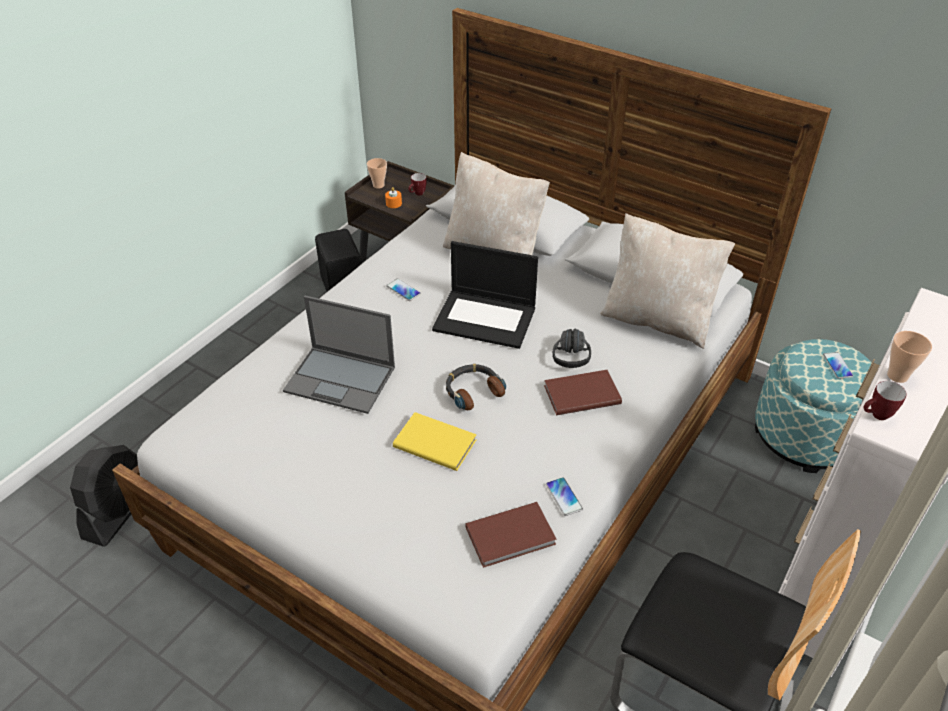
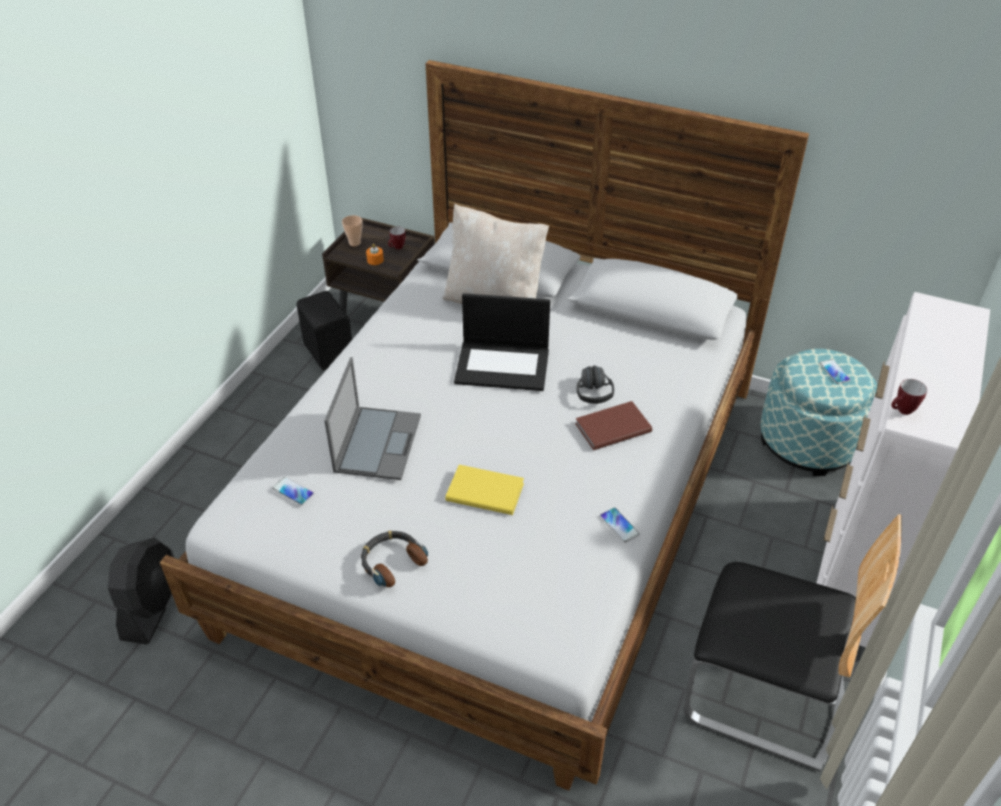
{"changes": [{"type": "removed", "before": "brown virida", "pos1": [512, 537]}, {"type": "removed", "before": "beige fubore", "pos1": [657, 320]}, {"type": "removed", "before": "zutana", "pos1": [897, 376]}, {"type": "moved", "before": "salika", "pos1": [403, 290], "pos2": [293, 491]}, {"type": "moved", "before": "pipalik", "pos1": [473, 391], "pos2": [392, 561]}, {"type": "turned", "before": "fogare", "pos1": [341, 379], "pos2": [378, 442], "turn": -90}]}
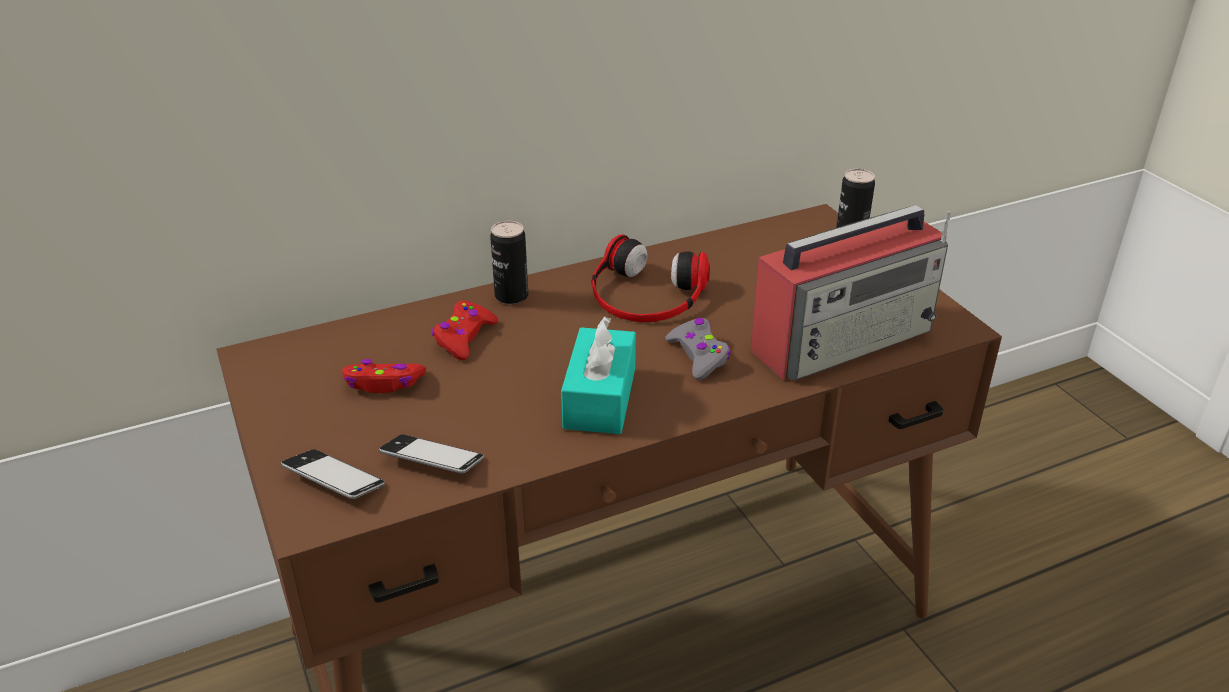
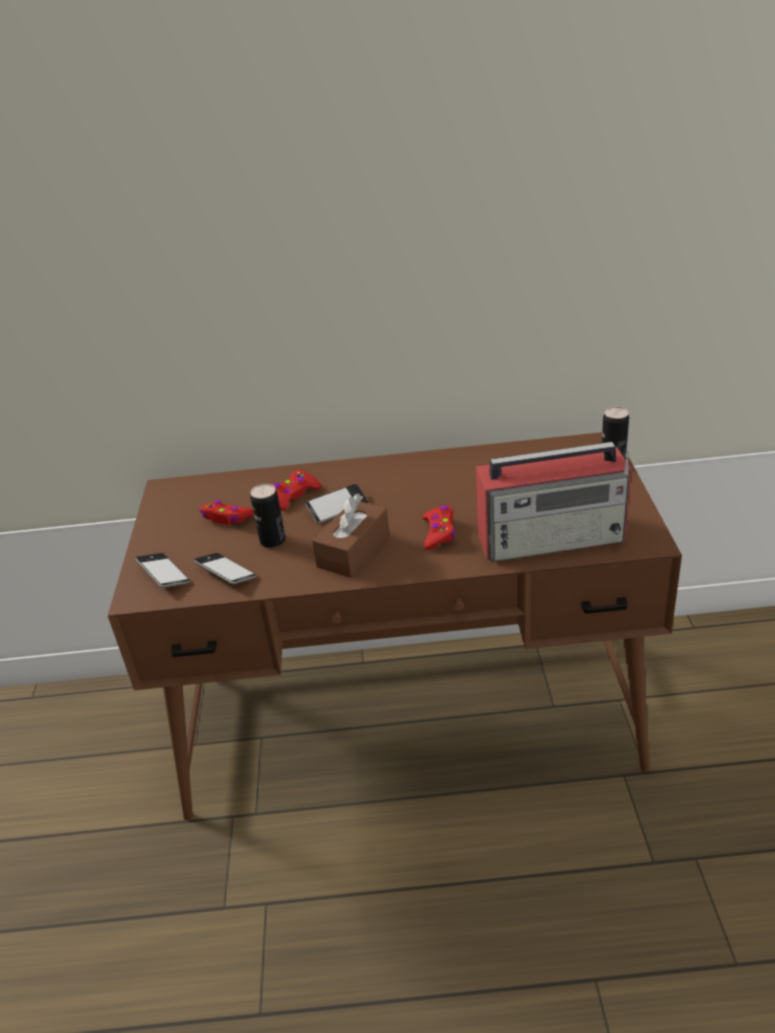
{"changes": [{"type": "removed", "before": "pipalik", "pos1": [646, 294]}, {"type": "added", "after": "salika", "pos2": [337, 508]}, {"type": "moved", "before": "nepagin", "pos1": [511, 296], "pos2": [272, 540]}, {"type": "recoloured", "before": "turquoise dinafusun", "after": "brown dinafusun", "pos1": [600, 398], "pos2": [353, 551]}, {"type": "recoloured", "before": "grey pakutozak", "after": "red pakutozak", "pos1": [698, 356], "pos2": [439, 532]}]}
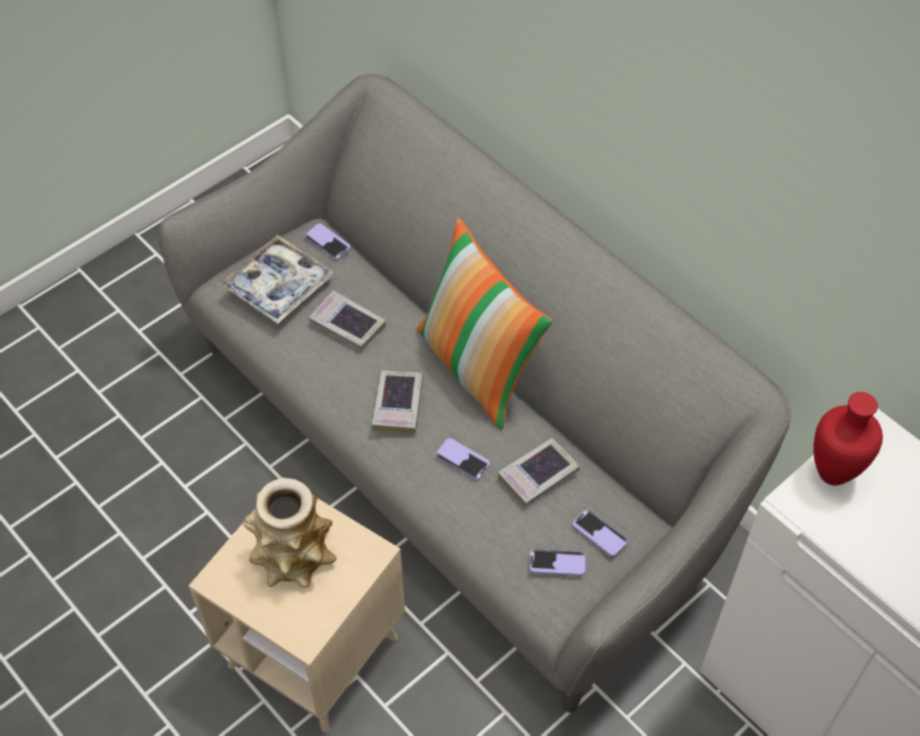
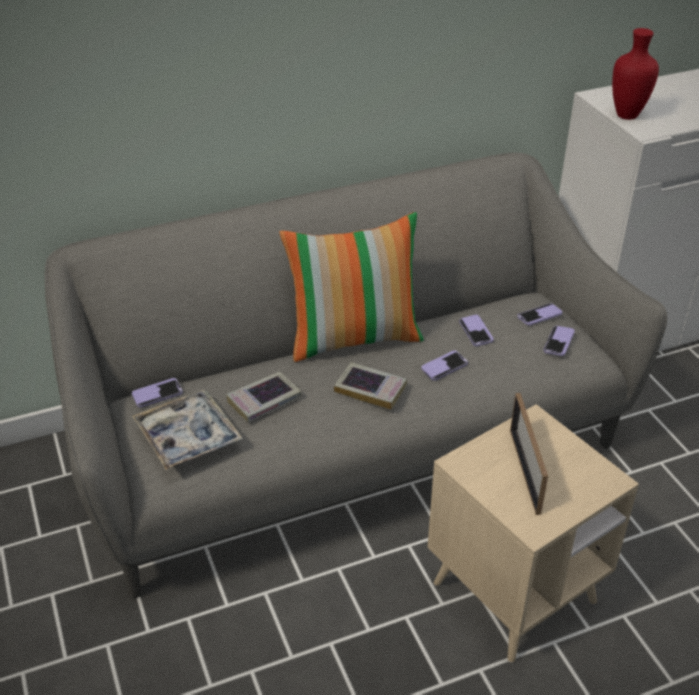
{"changes": [{"type": "replaced", "before": "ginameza", "after": "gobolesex", "pos1": [293, 557], "pos2": [525, 470]}, {"type": "replaced", "before": "virida", "after": "salika", "pos1": [538, 475], "pos2": [476, 331]}]}
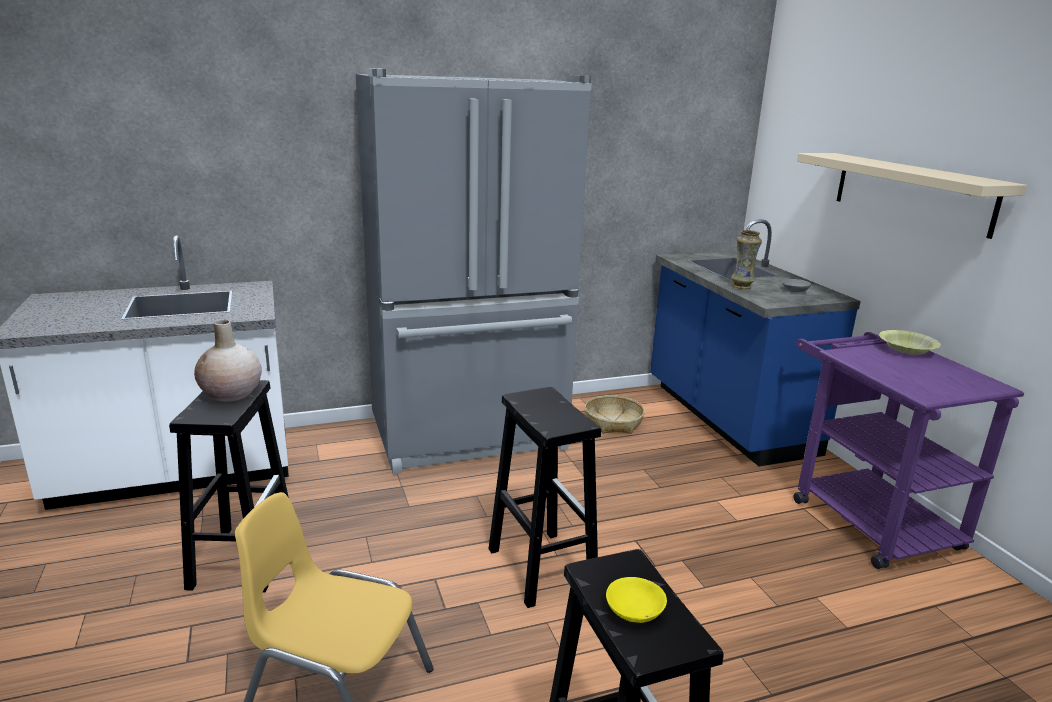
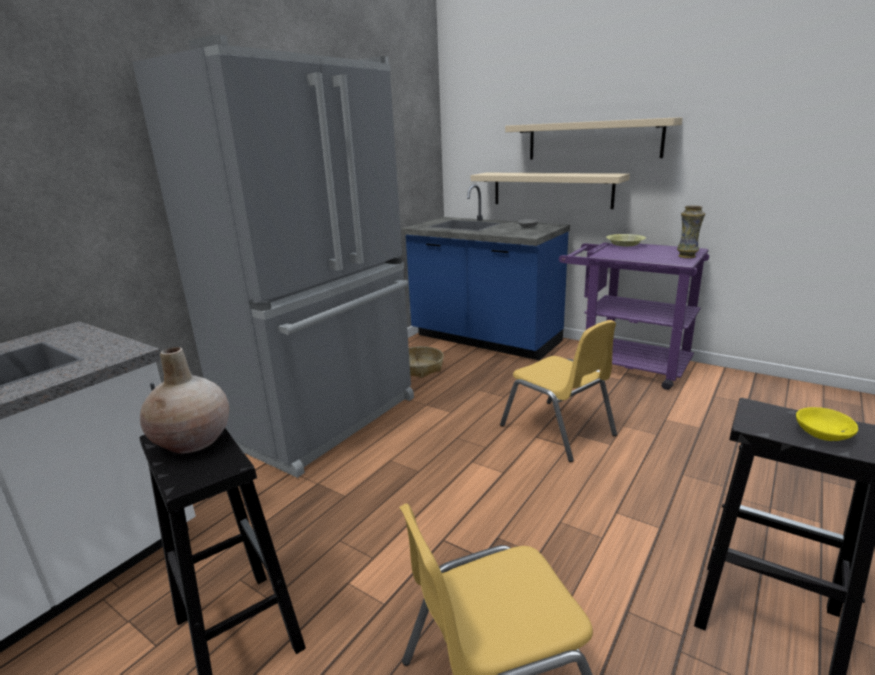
{"changes": [{"type": "removed", "before": "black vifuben", "pos1": [540, 566]}, {"type": "added", "after": "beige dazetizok", "pos2": [551, 189]}, {"type": "added", "after": "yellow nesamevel", "pos2": [558, 430]}, {"type": "moved", "before": "ginameza", "pos1": [742, 286], "pos2": [687, 256]}]}
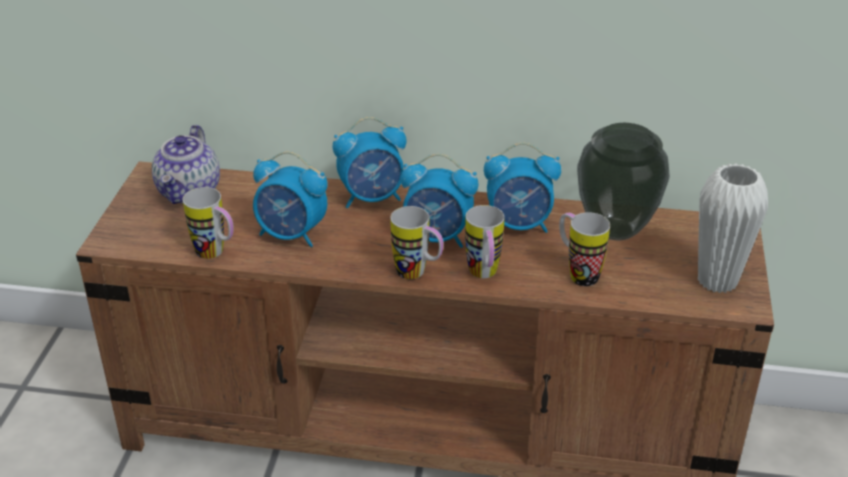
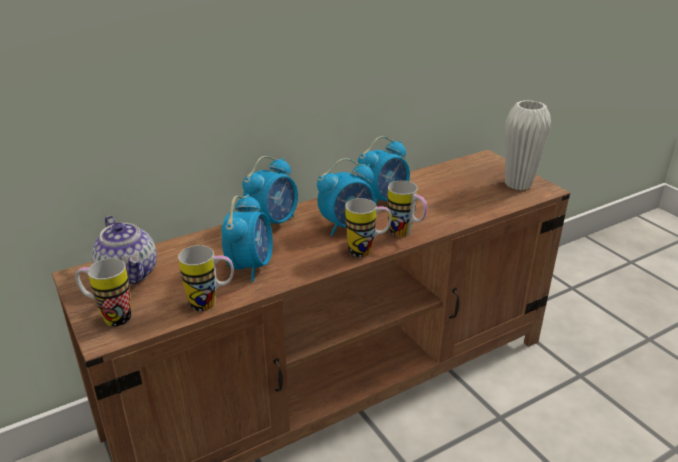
{"changes": [{"type": "removed", "before": "ginameza", "pos1": [614, 229]}, {"type": "moved", "before": "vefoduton", "pos1": [577, 273], "pos2": [109, 317]}, {"type": "turned", "before": "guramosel", "pos1": [292, 235], "pos2": [250, 266], "turn": -60}]}
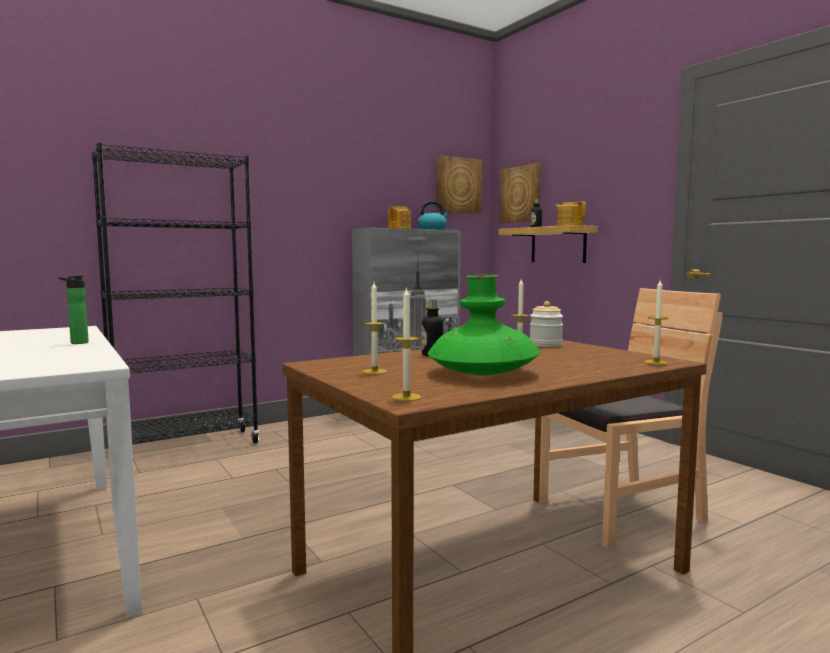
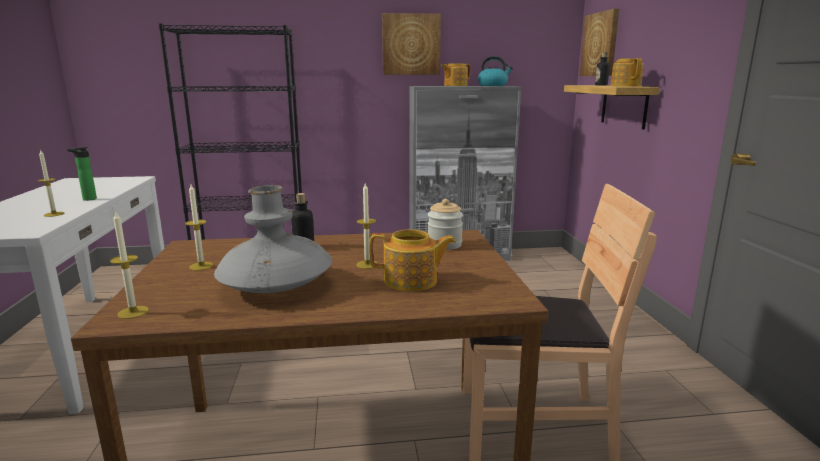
{"changes": [{"type": "added", "after": "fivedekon", "pos2": [412, 281]}, {"type": "moved", "before": "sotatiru", "pos1": [458, 185], "pos2": [411, 44]}, {"type": "moved", "before": "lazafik", "pos1": [656, 362], "pos2": [54, 214]}, {"type": "recoloured", "before": "green ginameza", "after": "grey ginameza", "pos1": [483, 373], "pos2": [276, 285]}]}
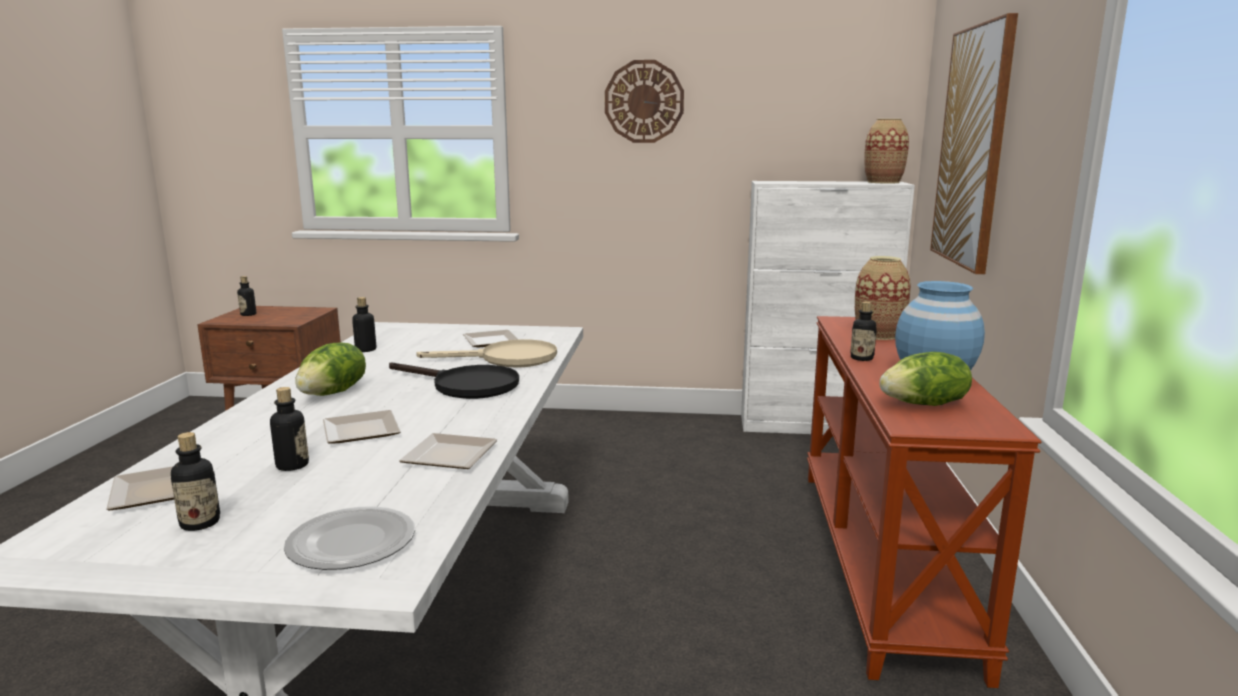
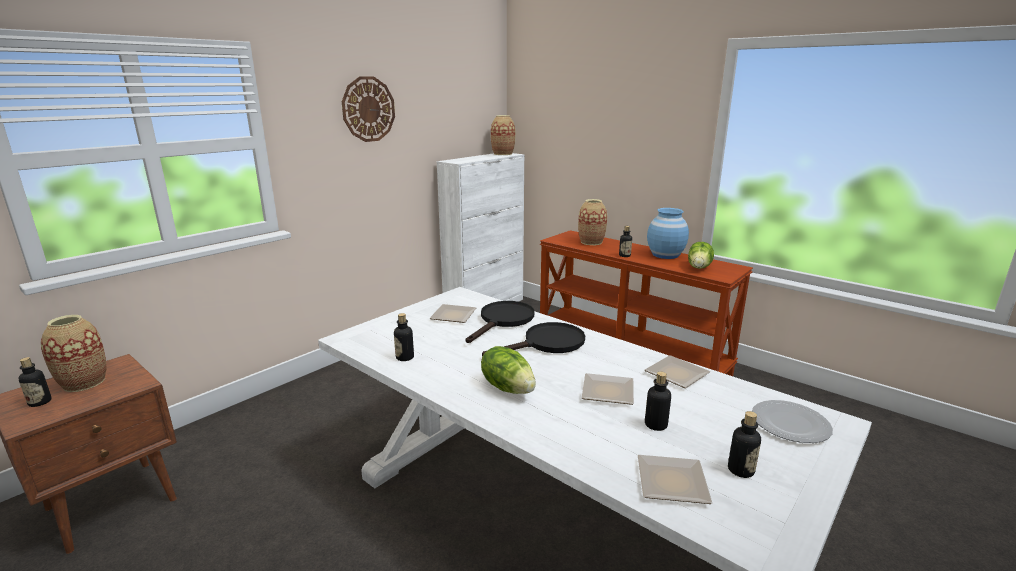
{"changes": [{"type": "removed", "before": "sotatiru", "pos1": [973, 147]}, {"type": "added", "after": "ginameza", "pos2": [84, 382]}, {"type": "recoloured", "before": "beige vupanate", "after": "black vupanate", "pos1": [507, 359], "pos2": [503, 320]}]}
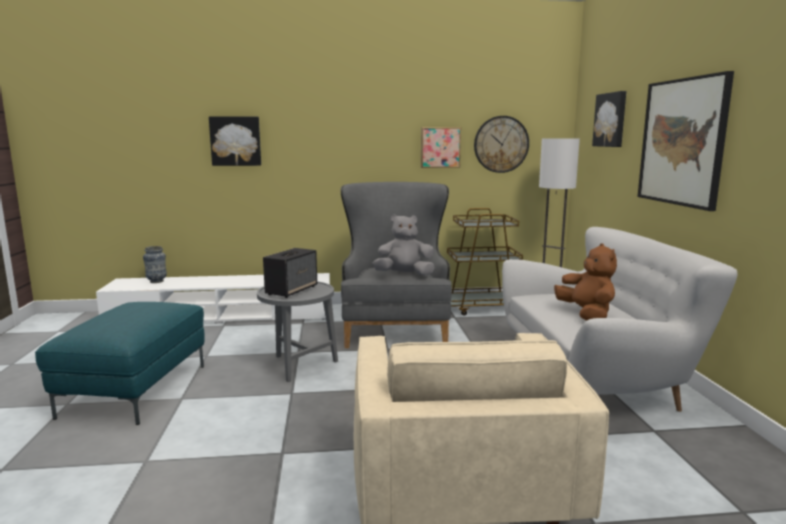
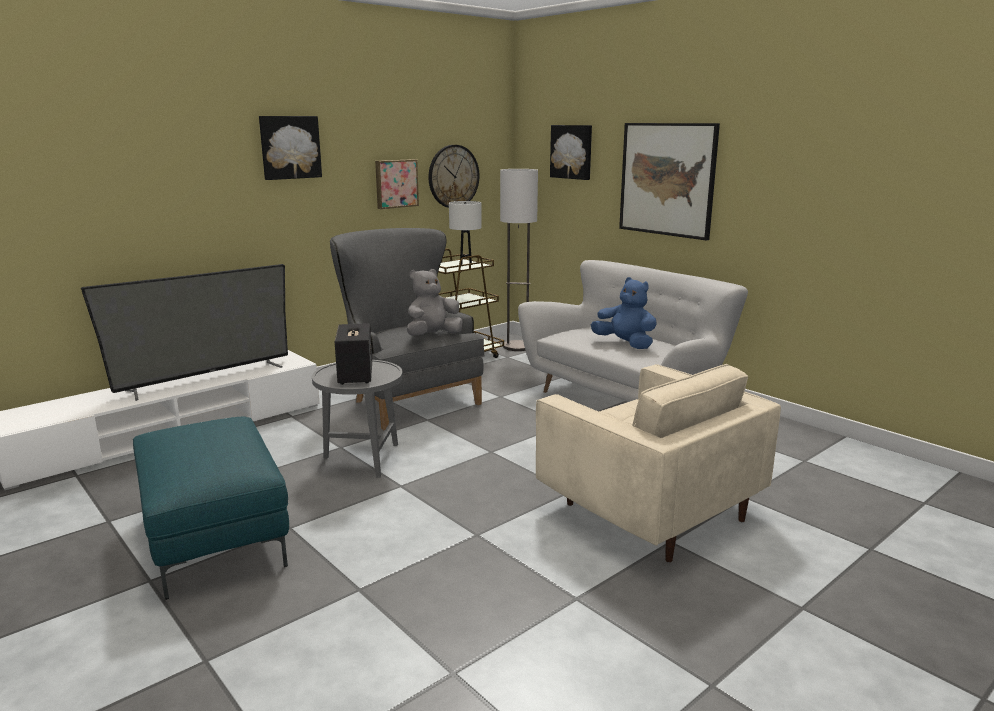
{"changes": [{"type": "removed", "before": "ginameza", "pos1": [156, 281]}, {"type": "added", "after": "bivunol", "pos2": [206, 378]}, {"type": "added", "after": "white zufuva", "pos2": [466, 263]}, {"type": "moved", "before": "sotatiru", "pos1": [235, 141], "pos2": [290, 147]}, {"type": "recoloured", "before": "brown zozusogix", "after": "blue zozusogix", "pos1": [586, 315], "pos2": [625, 344]}]}
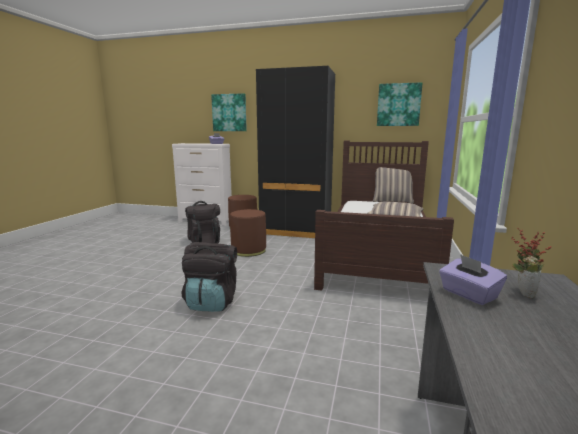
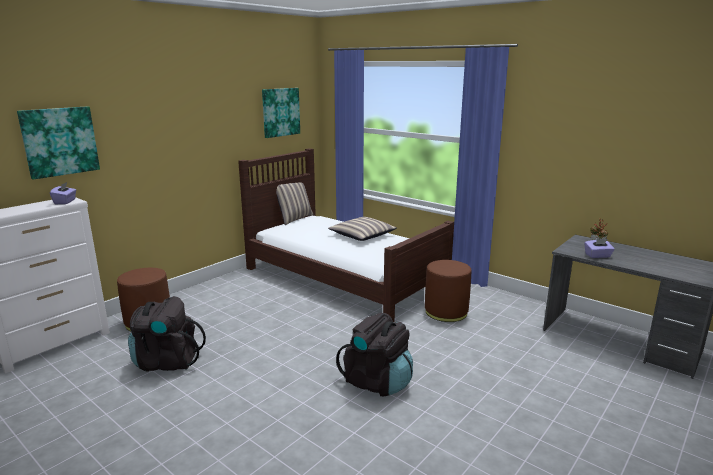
{"changes": [{"type": "removed", "before": "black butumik", "pos1": [296, 230]}, {"type": "moved", "before": "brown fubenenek", "pos1": [249, 250], "pos2": [446, 312]}]}
